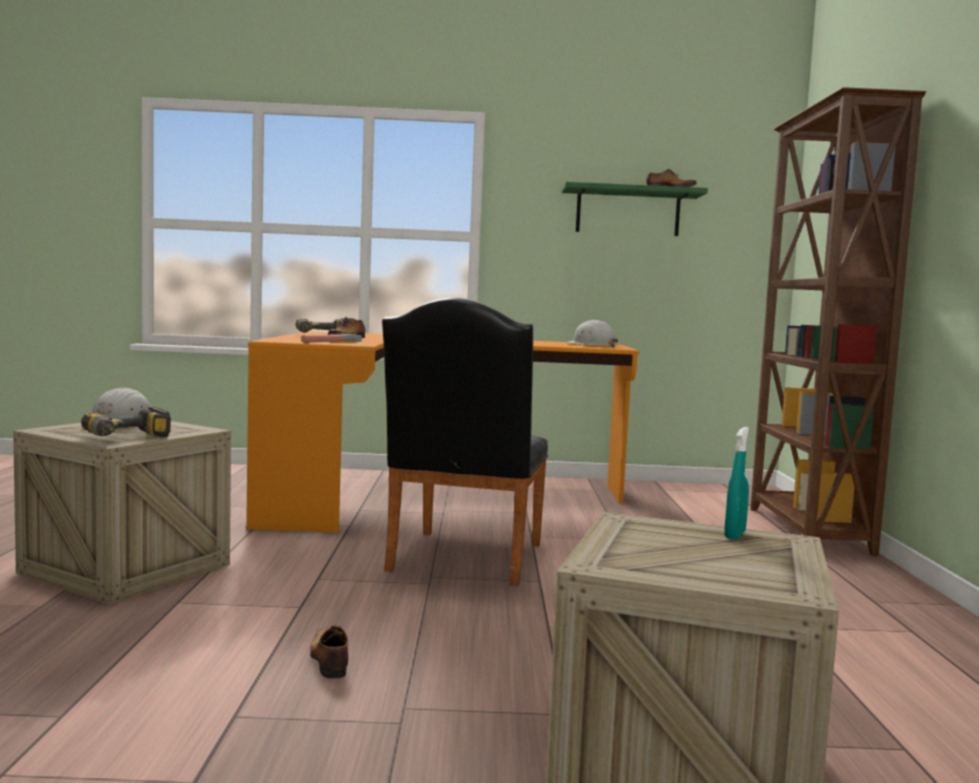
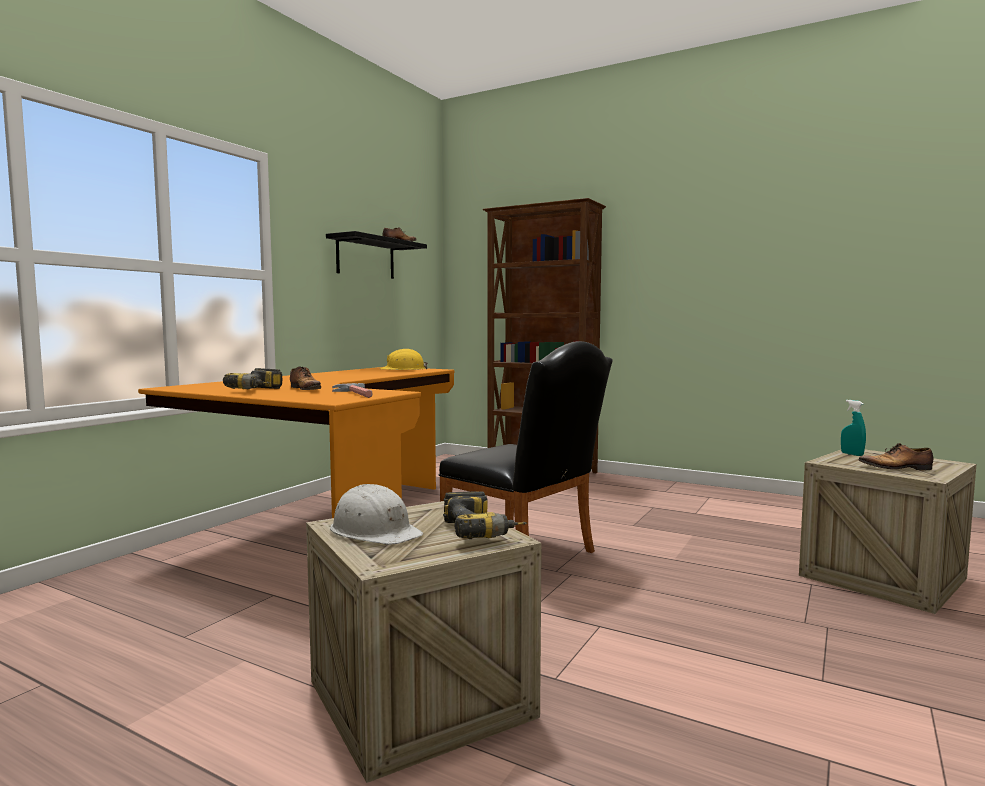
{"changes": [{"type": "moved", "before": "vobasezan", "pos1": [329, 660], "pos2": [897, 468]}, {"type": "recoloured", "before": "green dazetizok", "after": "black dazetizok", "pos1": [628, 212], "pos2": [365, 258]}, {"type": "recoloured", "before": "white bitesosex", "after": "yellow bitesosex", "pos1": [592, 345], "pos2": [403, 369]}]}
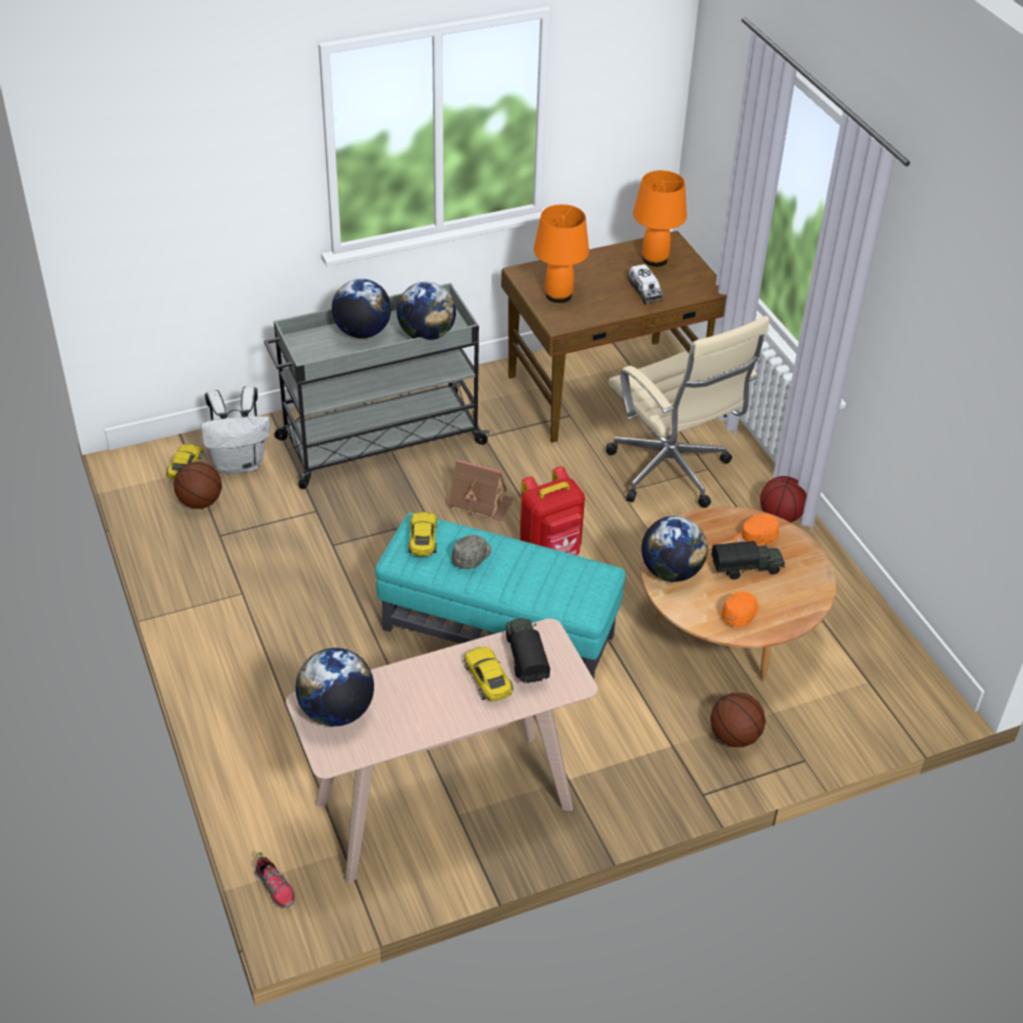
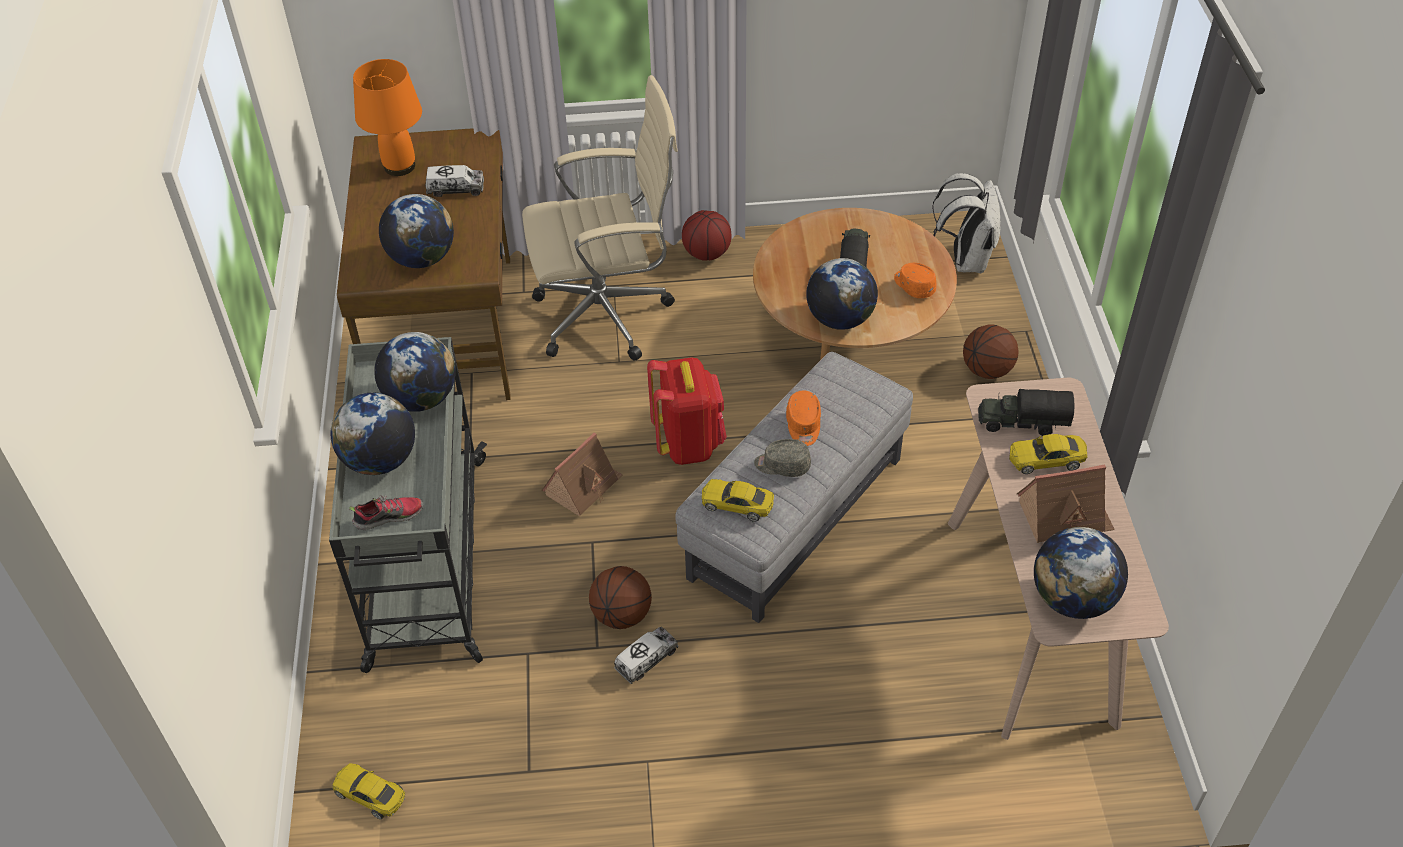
{"changes": [{"type": "added", "after": "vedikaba", "pos2": [646, 659]}, {"type": "added", "after": "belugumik", "pos2": [1064, 516]}, {"type": "moved", "before": "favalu", "pos1": [201, 502], "pos2": [622, 614]}, {"type": "moved", "before": "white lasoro", "pos1": [240, 463], "pos2": [965, 260]}, {"type": "moved", "before": "vobasezan", "pos1": [275, 887], "pos2": [389, 516]}, {"type": "moved", "before": "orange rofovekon", "pos1": [755, 538], "pos2": [803, 425]}, {"type": "replaced", "before": "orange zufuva", "after": "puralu", "pos1": [558, 295], "pos2": [421, 258]}, {"type": "recoloured", "before": "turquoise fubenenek", "after": "grey fubenenek", "pos1": [498, 632], "pos2": [796, 518]}, {"type": "turned", "before": "grey rofovekon", "pos1": [472, 557], "pos2": [782, 465], "turn": -45}]}
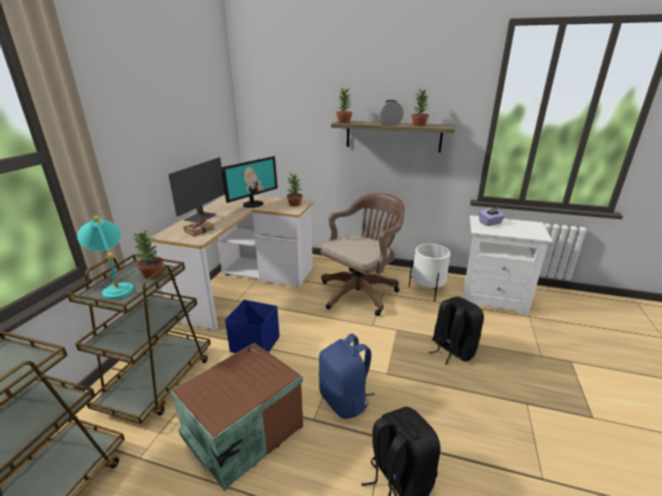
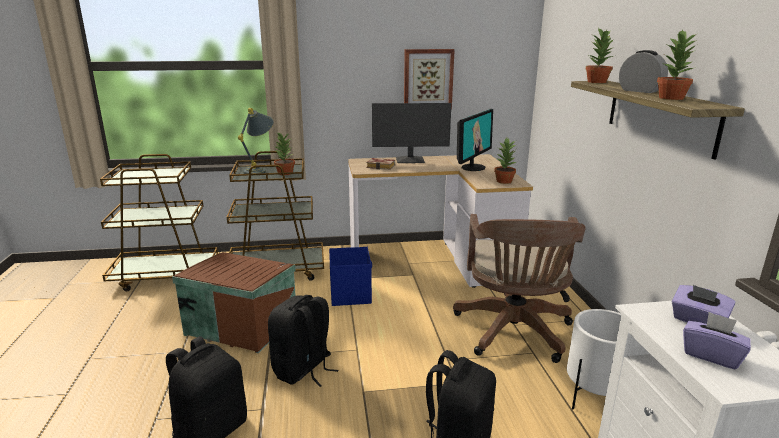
{"changes": [{"type": "added", "after": "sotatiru", "pos2": [428, 79]}, {"type": "added", "after": "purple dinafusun", "pos2": [711, 355]}, {"type": "recoloured", "before": "turquoise zufuva", "after": "grey zufuva", "pos1": [116, 287], "pos2": [260, 170]}, {"type": "recoloured", "before": "blue lasoro", "after": "black lasoro", "pos1": [345, 400], "pos2": [303, 370]}, {"type": "turned", "before": "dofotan", "pos1": [253, 204], "pos2": [472, 167], "turn": -75}, {"type": "turned", "before": "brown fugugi", "pos1": [361, 292], "pos2": [513, 333], "turn": 75}]}
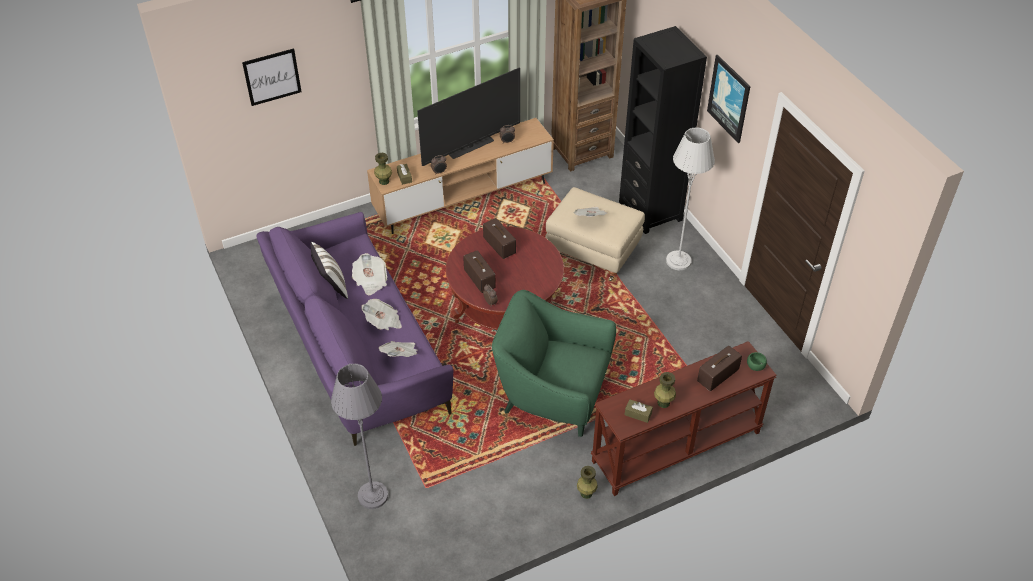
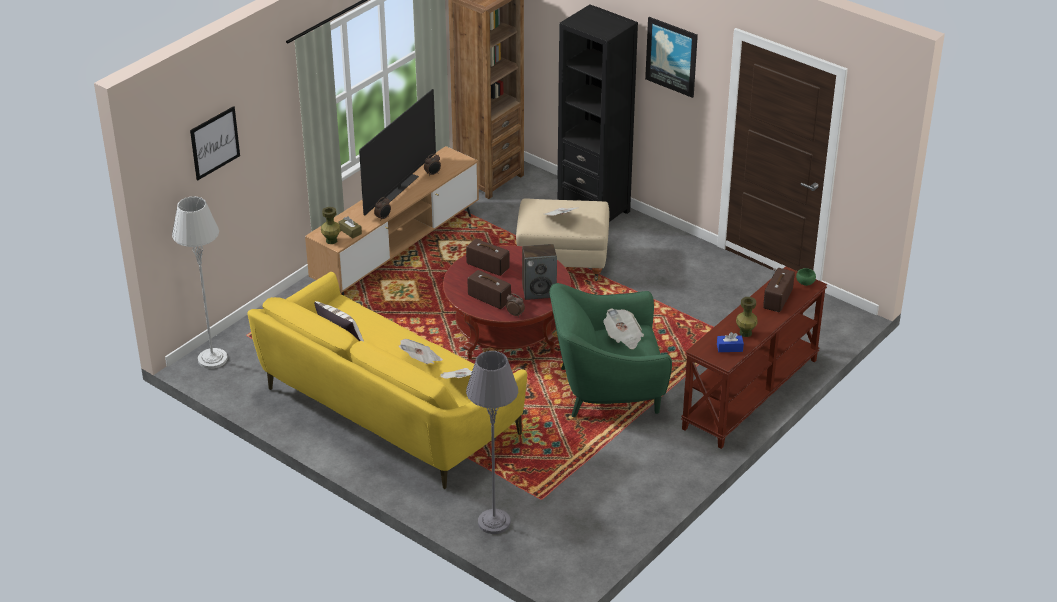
{"changes": [{"type": "removed", "before": "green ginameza", "pos1": [586, 493]}, {"type": "added", "after": "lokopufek", "pos2": [539, 291]}, {"type": "moved", "before": "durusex", "pos1": [370, 281], "pos2": [623, 337]}, {"type": "moved", "before": "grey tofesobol", "pos1": [678, 261], "pos2": [212, 359]}, {"type": "recoloured", "before": "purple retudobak", "after": "yellow retudobak", "pos1": [358, 351], "pos2": [387, 412]}, {"type": "recoloured", "before": "brown dinafusun", "after": "blue dinafusun", "pos1": [638, 414], "pos2": [729, 348]}]}
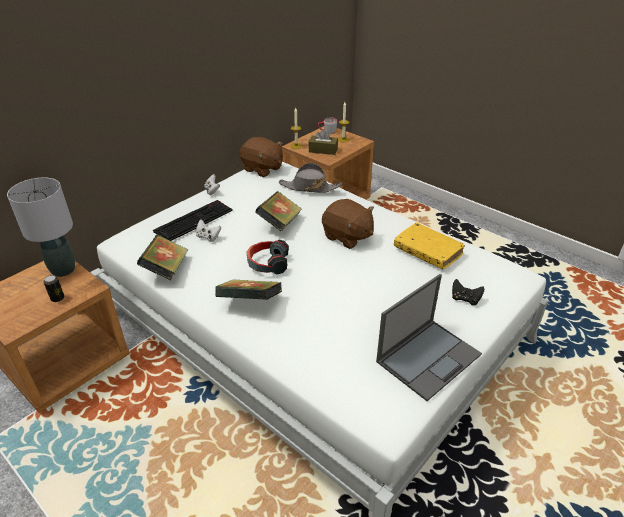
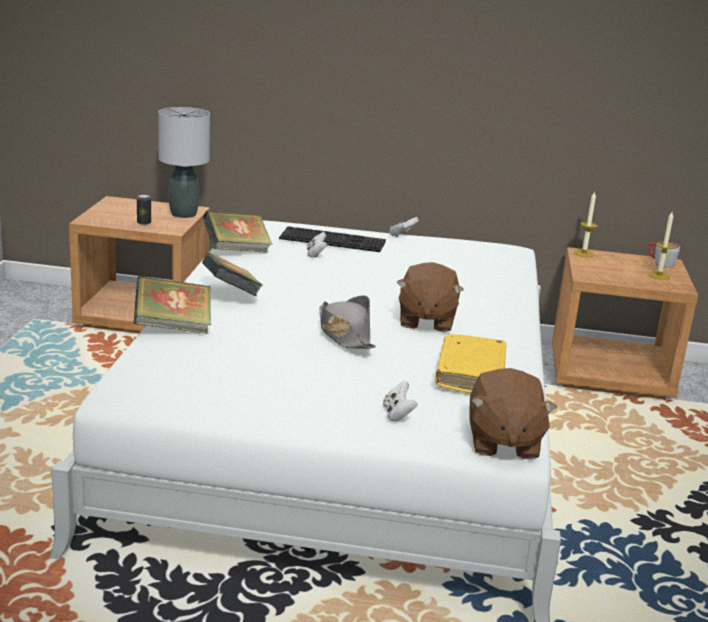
{"changes": [{"type": "removed", "before": "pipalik", "pos1": [267, 264]}, {"type": "removed", "before": "brown dinafusun", "pos1": [323, 150]}, {"type": "removed", "before": "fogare", "pos1": [429, 357]}, {"type": "moved", "before": "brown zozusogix", "pos1": [262, 169], "pos2": [502, 442]}, {"type": "moved", "before": "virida", "pos1": [280, 223], "pos2": [173, 327]}, {"type": "moved", "before": "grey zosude", "pos1": [309, 187], "pos2": [344, 334]}, {"type": "recoloured", "before": "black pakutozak", "after": "white pakutozak", "pos1": [465, 299], "pos2": [397, 414]}]}
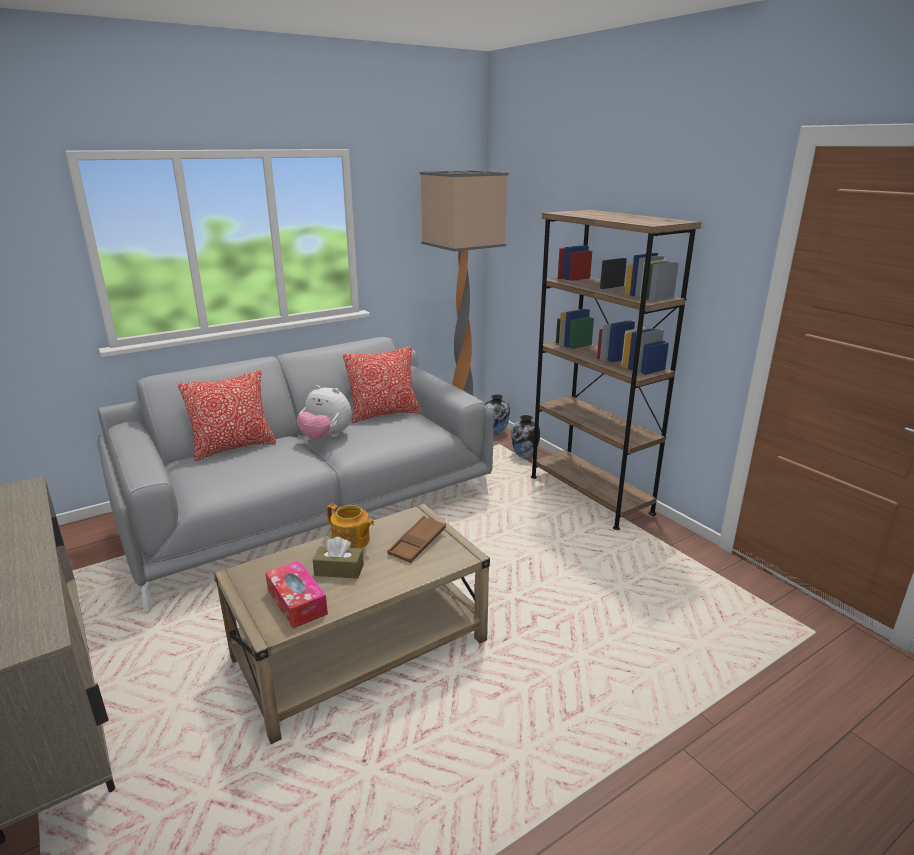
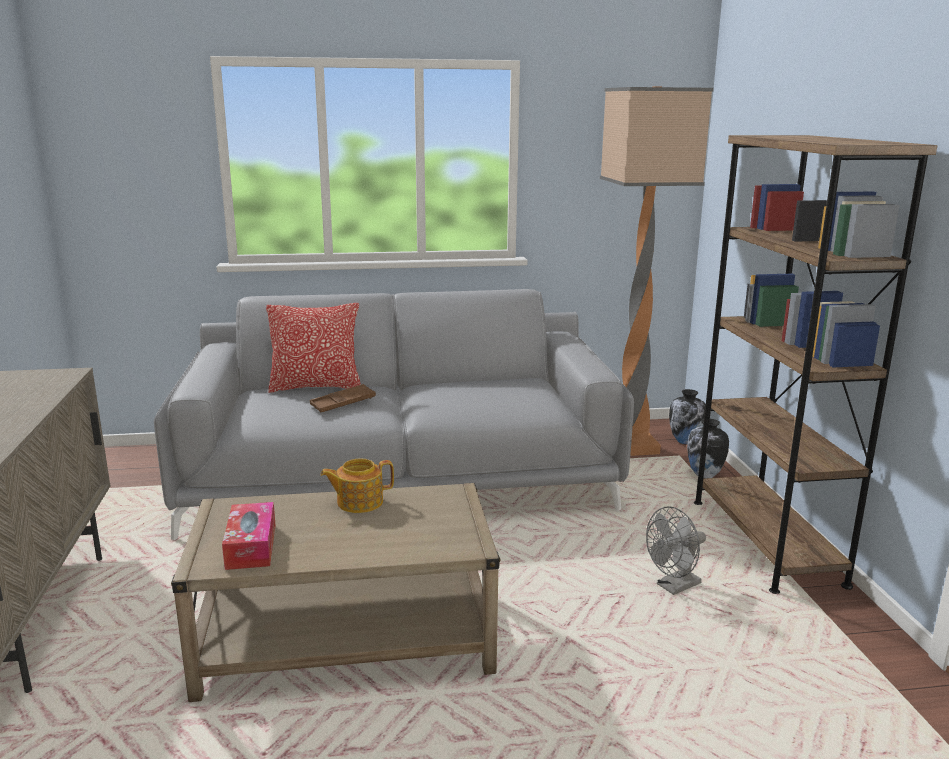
{"changes": [{"type": "removed", "before": "zozusogix", "pos1": [326, 437]}, {"type": "removed", "before": "brown dinafusun", "pos1": [339, 570]}, {"type": "removed", "before": "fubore", "pos1": [384, 414]}, {"type": "added", "after": "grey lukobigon", "pos2": [674, 587]}, {"type": "moved", "before": "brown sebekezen", "pos1": [417, 543], "pos2": [343, 403]}, {"type": "turned", "before": "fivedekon", "pos1": [351, 541], "pos2": [358, 502], "turn": 105}]}
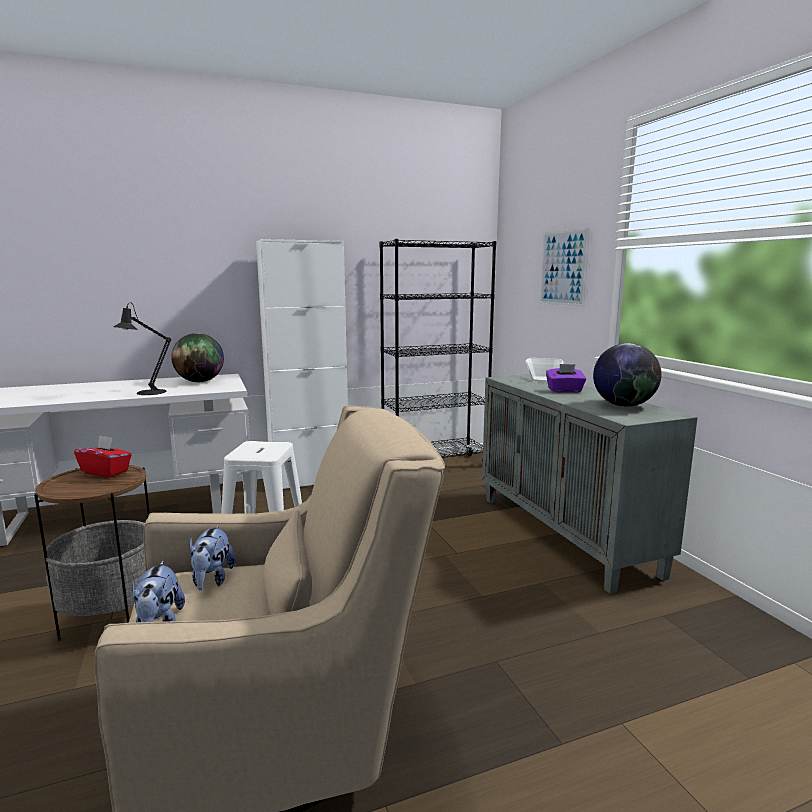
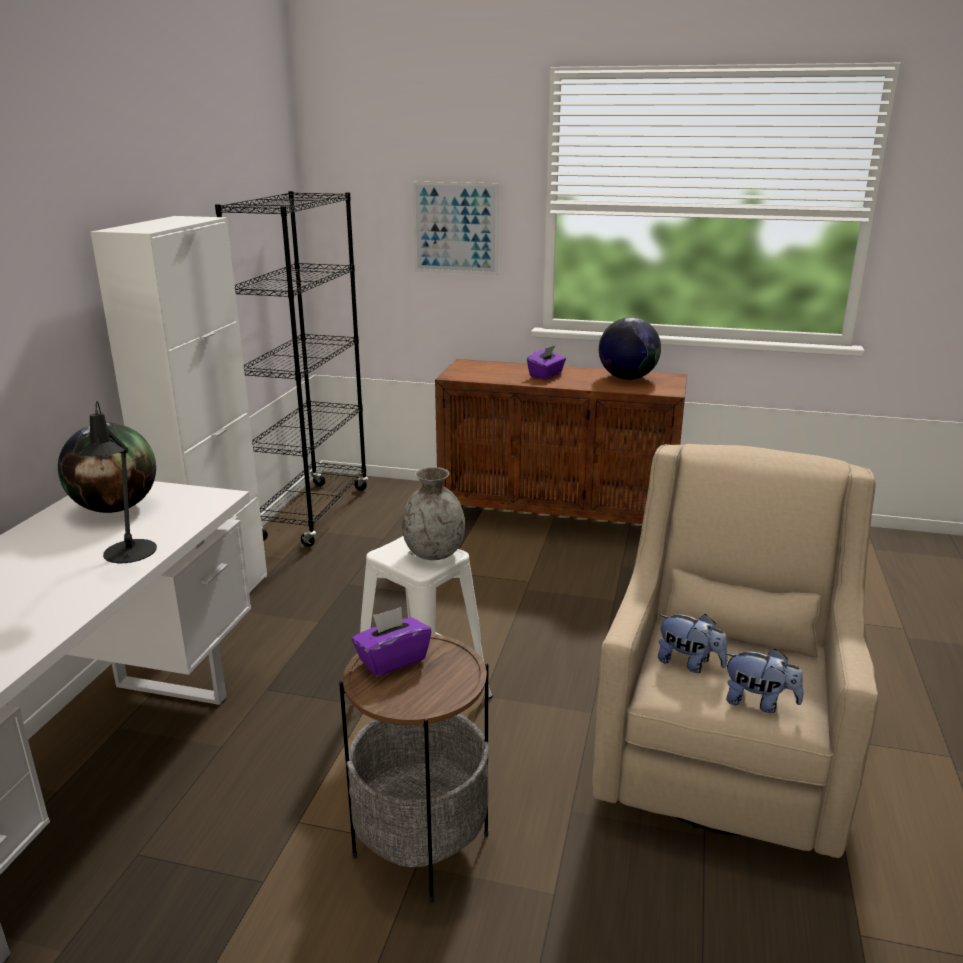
{"changes": [{"type": "removed", "before": "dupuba", "pos1": [543, 379]}, {"type": "added", "after": "grey ginameza", "pos2": [434, 553]}, {"type": "recoloured", "before": "red dinafusun", "after": "purple dinafusun", "pos1": [106, 472], "pos2": [392, 660]}, {"type": "recoloured", "before": "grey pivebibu", "after": "brown pivebibu", "pos1": [566, 534], "pos2": [558, 521]}]}
